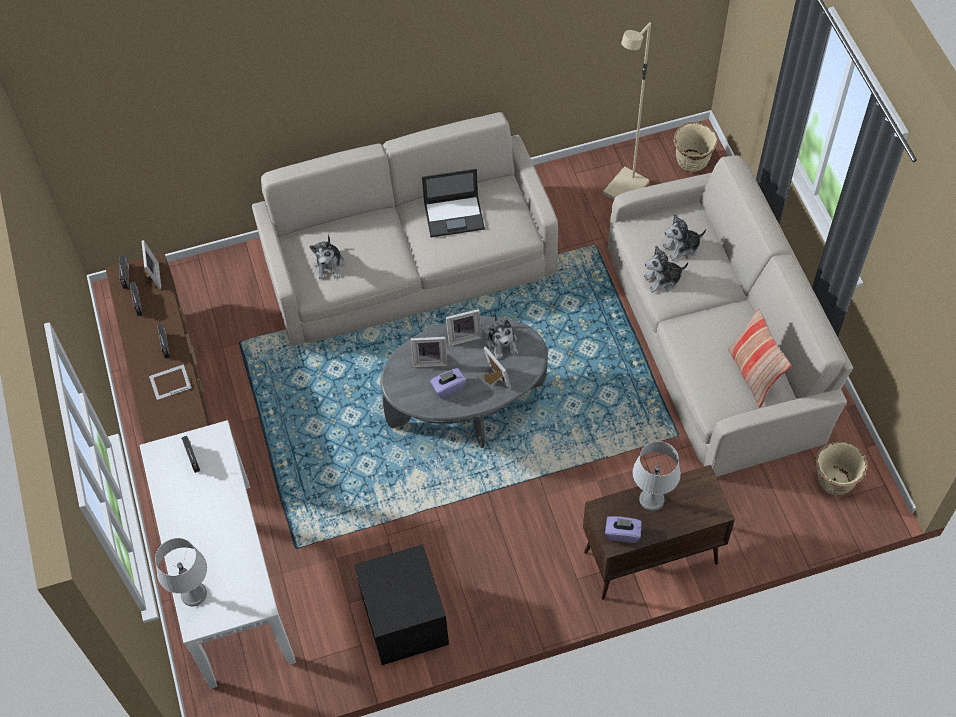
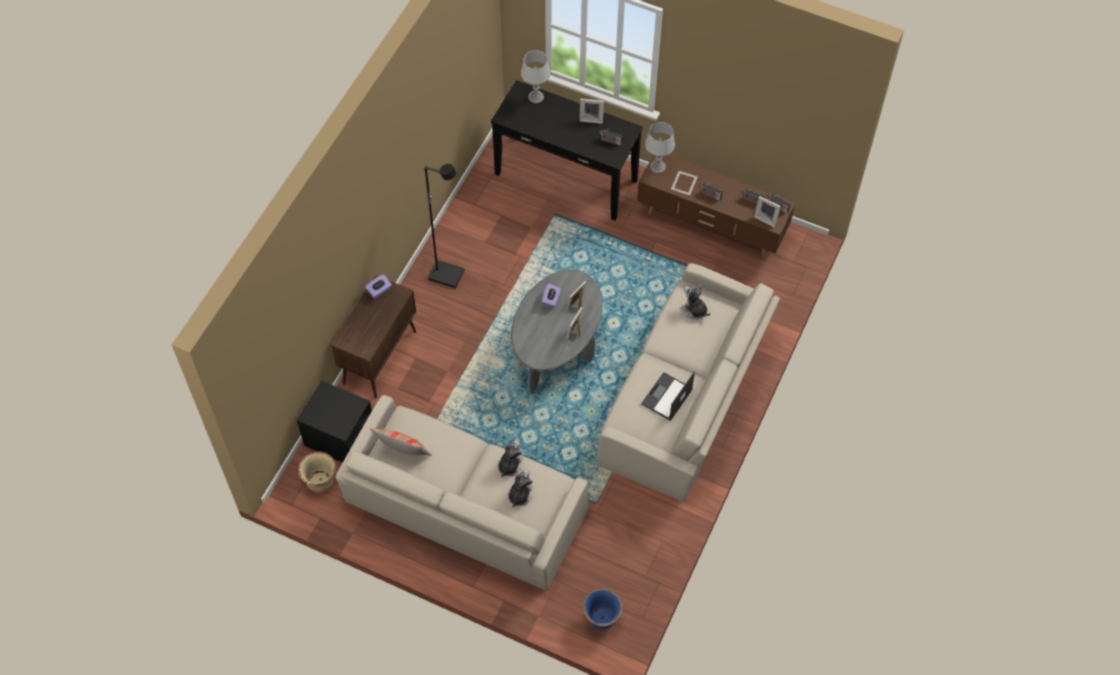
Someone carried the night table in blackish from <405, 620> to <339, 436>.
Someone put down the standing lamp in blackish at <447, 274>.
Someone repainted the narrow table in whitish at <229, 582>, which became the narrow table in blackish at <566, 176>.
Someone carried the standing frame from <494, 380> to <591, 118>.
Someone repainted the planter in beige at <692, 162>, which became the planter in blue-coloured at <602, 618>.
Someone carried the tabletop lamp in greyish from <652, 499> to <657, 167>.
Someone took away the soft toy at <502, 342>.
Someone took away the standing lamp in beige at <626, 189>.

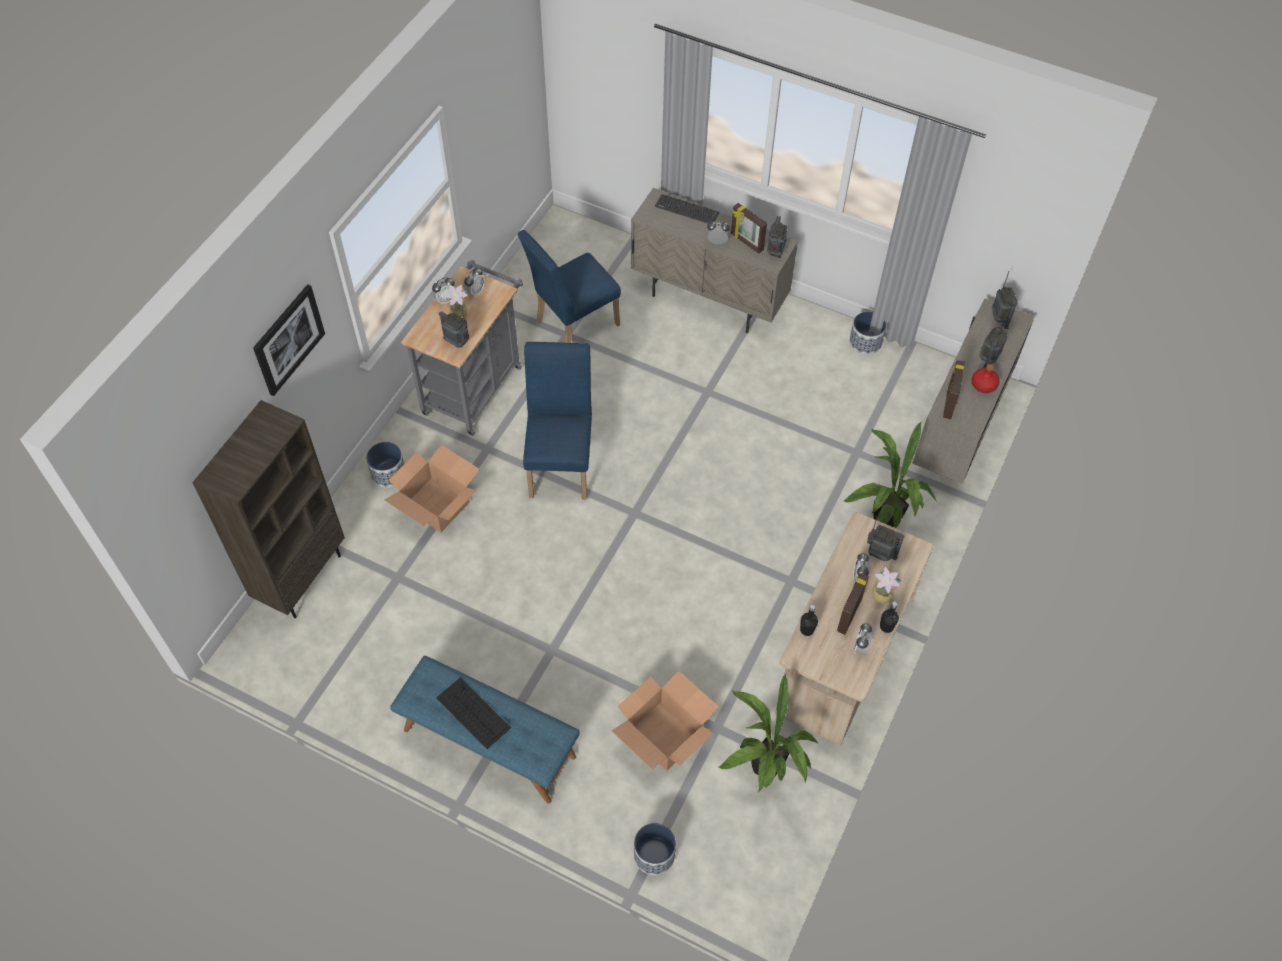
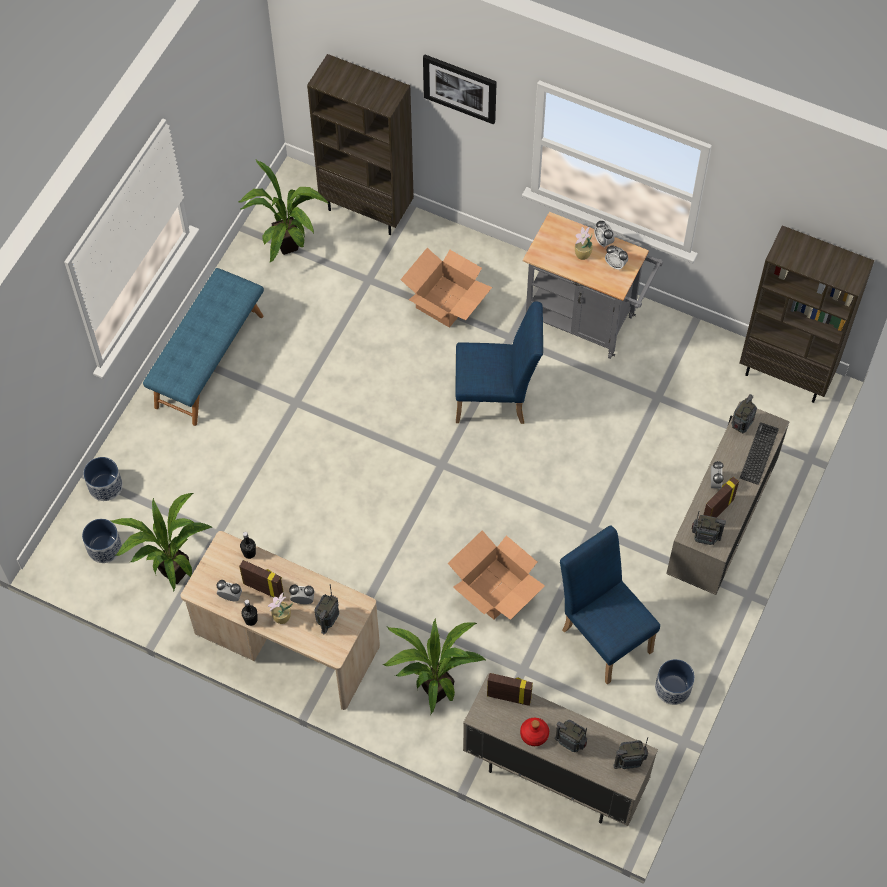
Someone carried the planter from <388, 473> to <104, 547>.
Someone put down the houseplant at <289, 250>.
Someone carried the carton from <664, 734> to <495, 589>.
Someone carried the upright chair in blue-coloured from <572, 325> to <603, 634>.
Someone carried the radio from <457, 342> to <741, 426>.
Someone put down the bookshelf in brown-coloured at <786, 374>.
Someone took away the keyboard at <472, 712>.

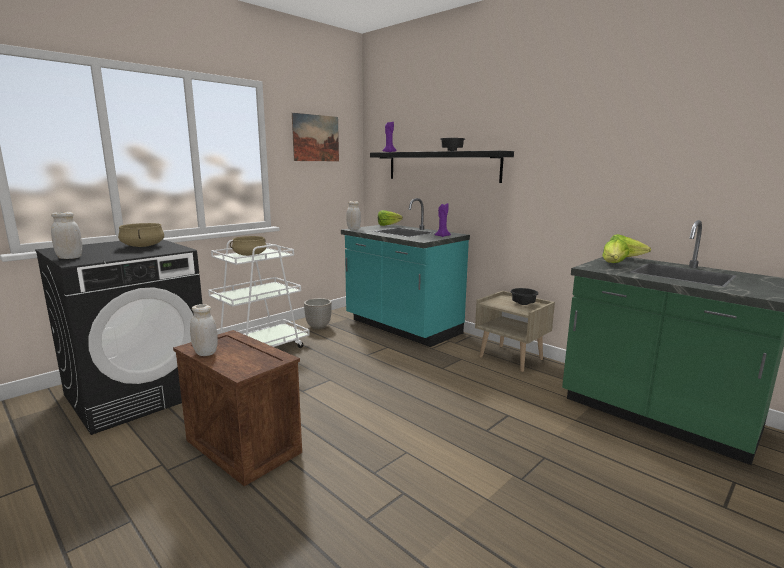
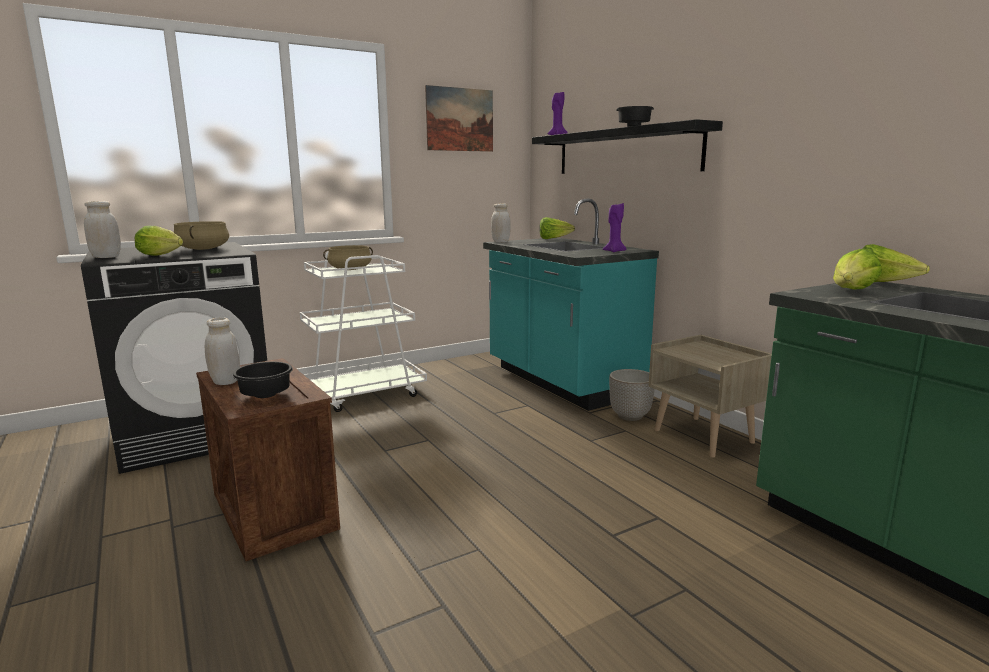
Someone put down the lettuce head at <162, 255>.
Someone carried the bowl in blackish from <524, 304> to <266, 396>.
Someone carried the planter from <318, 326> to <629, 416>.

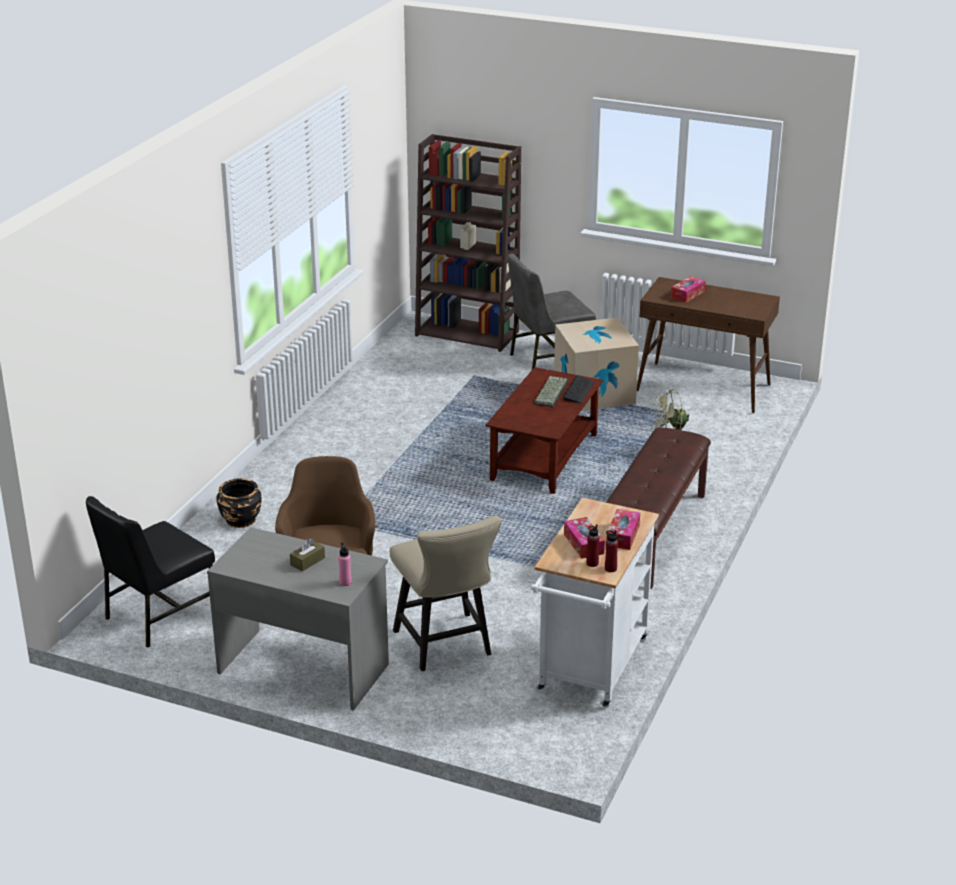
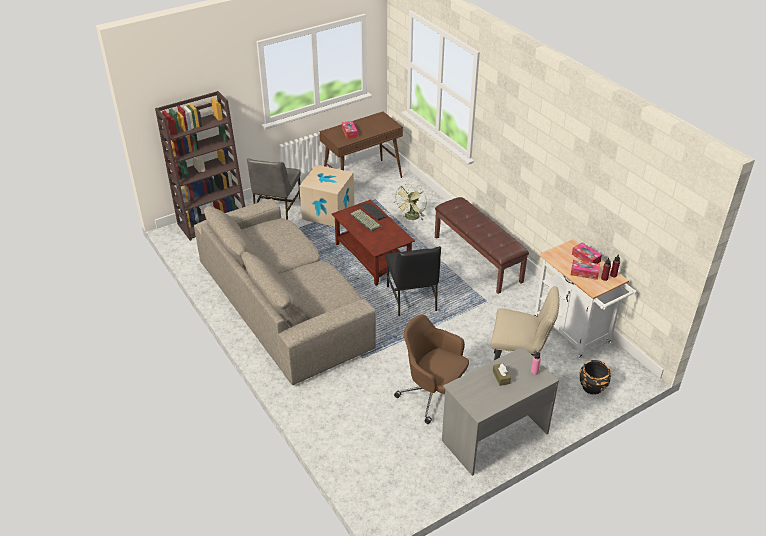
Someone put down the sofa in beige at <285, 304>.
Someone carried the upright chair in blackish from <158, 615> to <412, 299>.
Someone carried the planter in blackish from <240, 519> to <592, 387>.

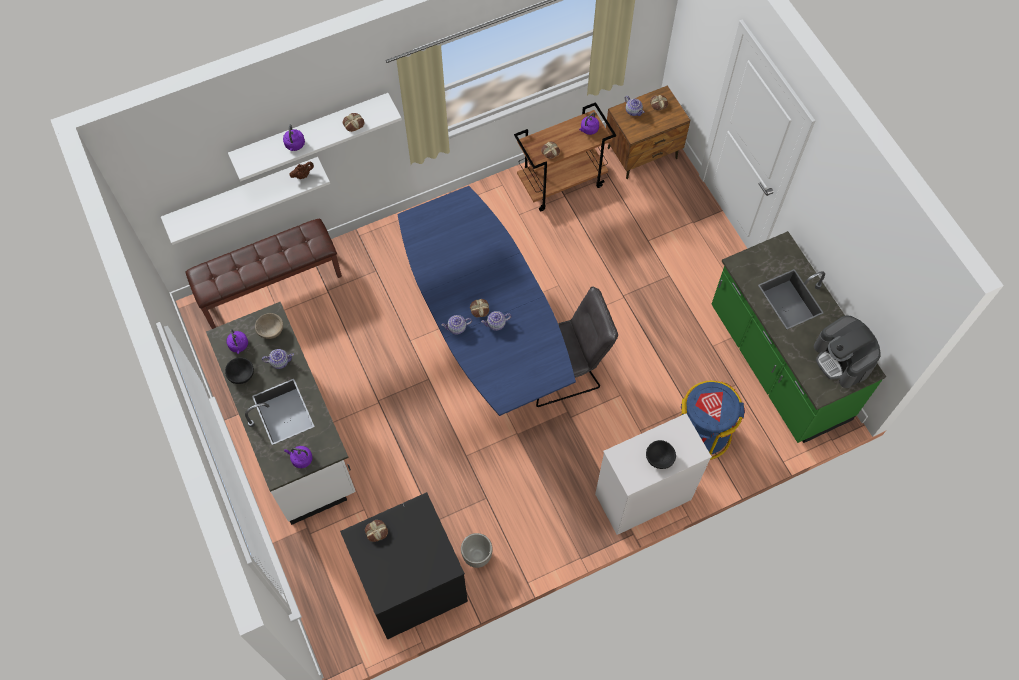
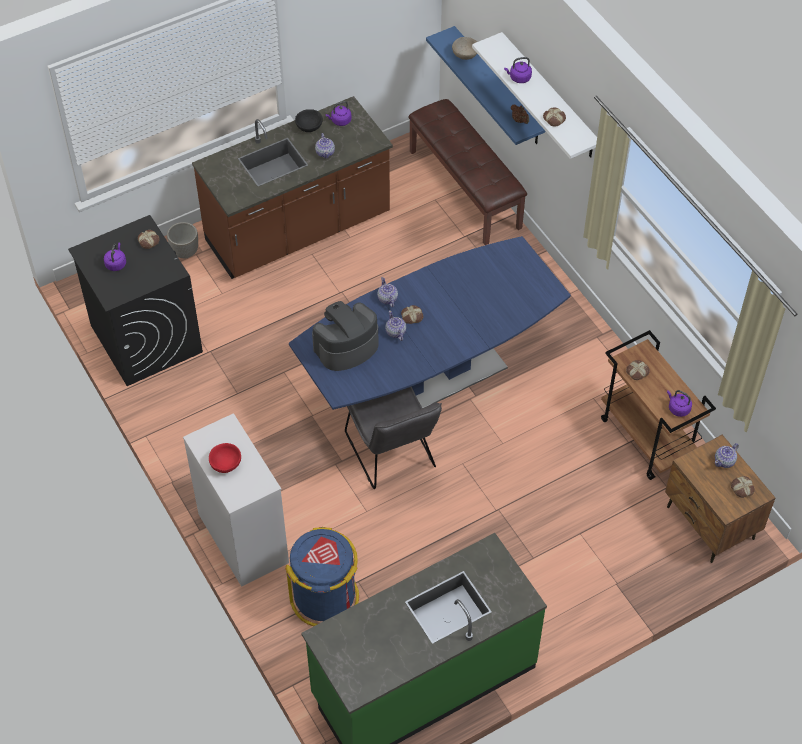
Someone carried the water kettle in purplish from <301, 459> to <116, 263>.
Someone carried the planter from <477, 556> to <185, 252>.
Someone repainted the counter in whitish at <295, 435>, which became the counter in brown-coloured at <298, 230>.
Someone repainted the bowl in blackish at <659, 458>, which became the bowl in red at <225, 463>.
Someone carried the coffee machine from <842, 360> to <346, 347>.
Someone repainted the shelf in whitish at <243, 194>, which became the shelf in blue-coloured at <498, 87>.
Someone carried the bowl in beige from <271, 330> to <465, 55>.

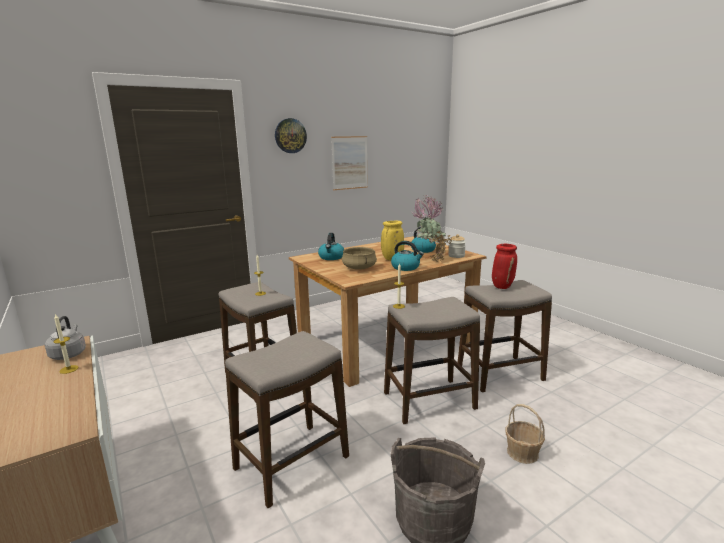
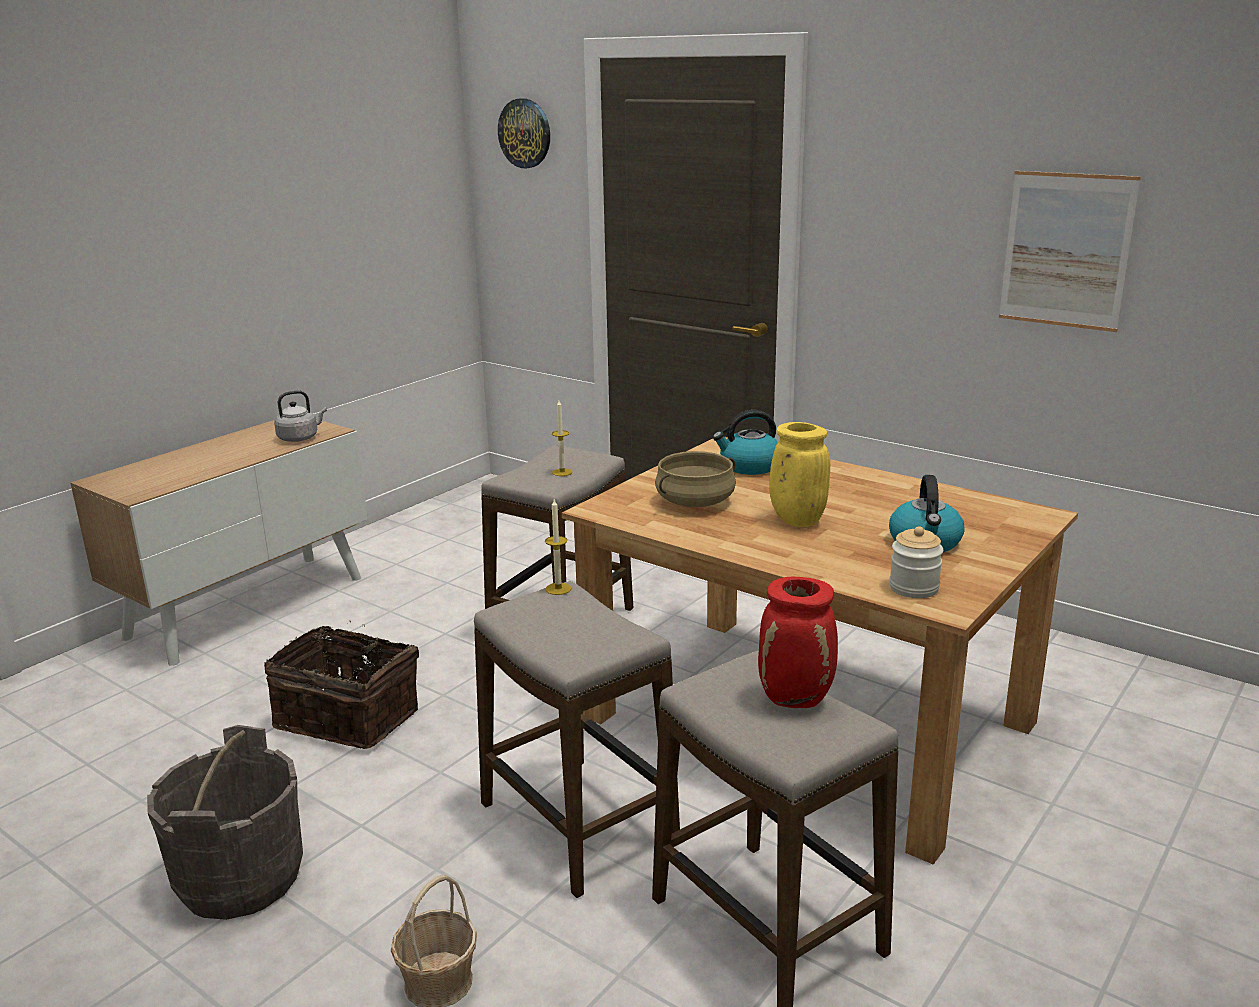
Someone swapped the sitting stool at <291, 463> for the household basket at <350, 716>.
Someone carried the hanging clock from <290, 136> to <525, 133>.
Someone took away the wax candle at <69, 369>.
Someone took away the water kettle at <406, 267>.
Someone took away the houseplant at <430, 259>.

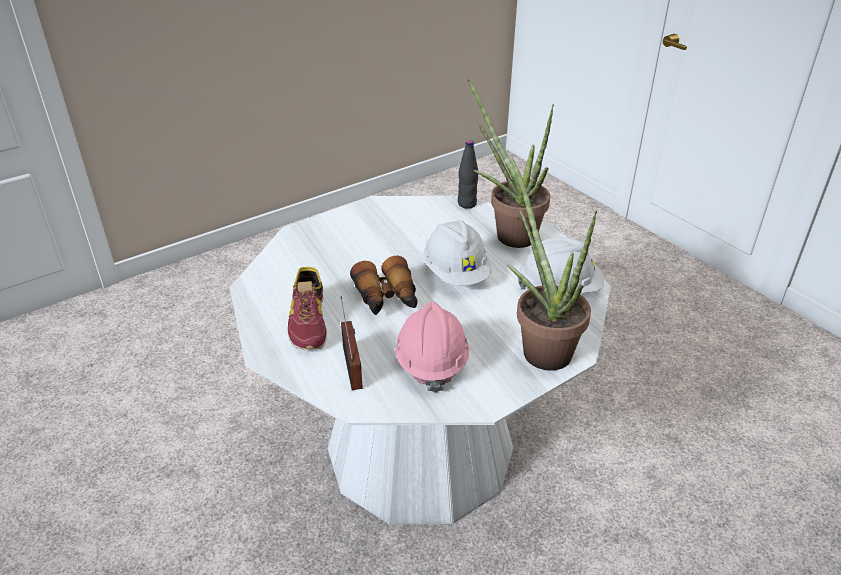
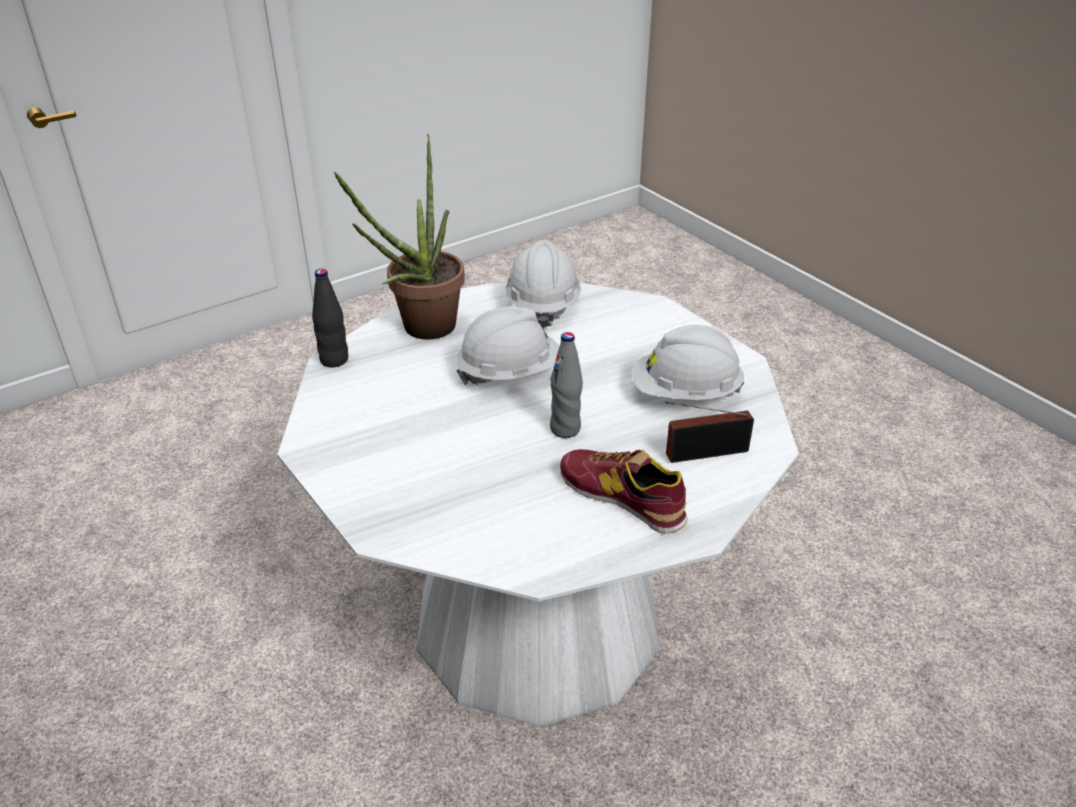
Someone swapped the field glasses at <387, 298> for the bottle in greyish at <565, 429>.
Someone rotated the item of footwear at <309, 322> by 135 degrees counterclockwise.
Someone repainted the work helmet in pink-coloured at <431, 362>, which became the work helmet in whitish at <685, 394>.
Someone took away the houseplant at <540, 347>.

